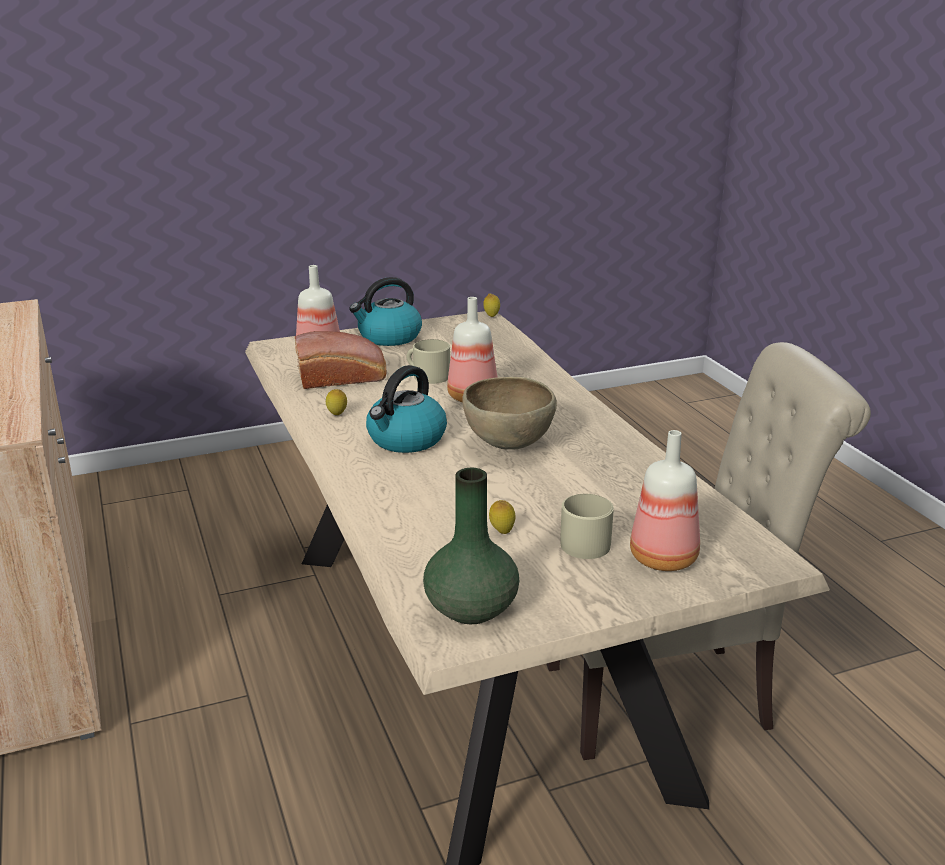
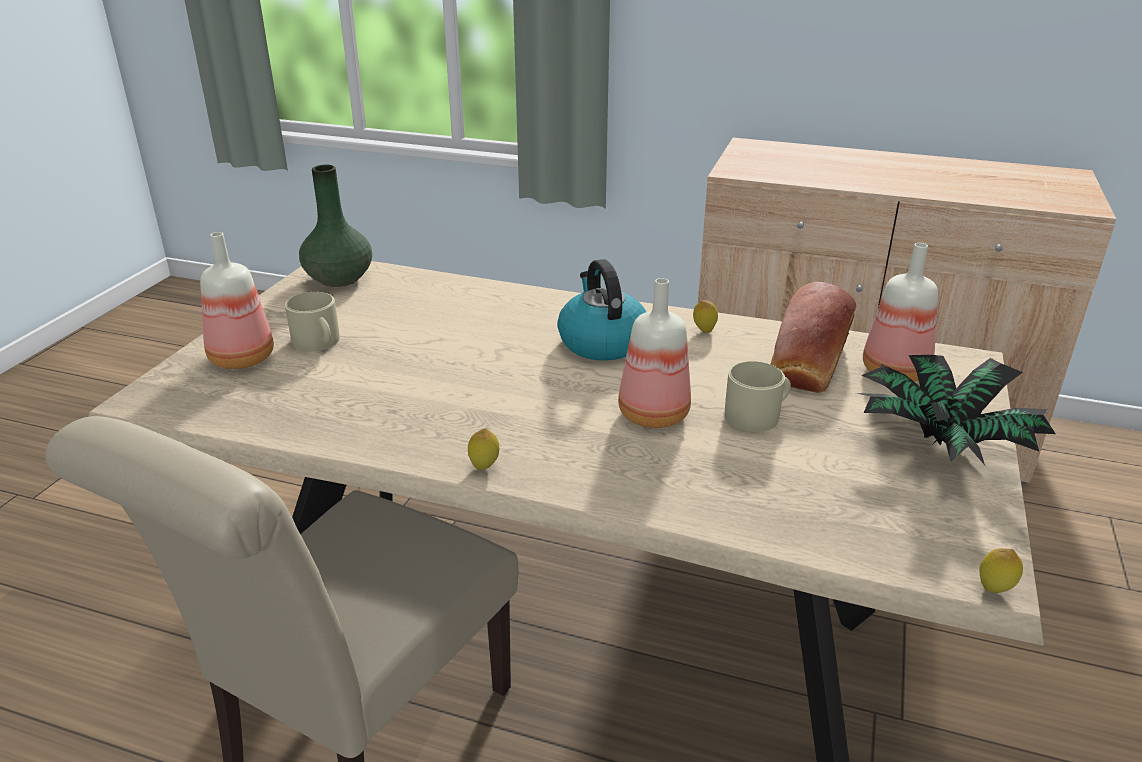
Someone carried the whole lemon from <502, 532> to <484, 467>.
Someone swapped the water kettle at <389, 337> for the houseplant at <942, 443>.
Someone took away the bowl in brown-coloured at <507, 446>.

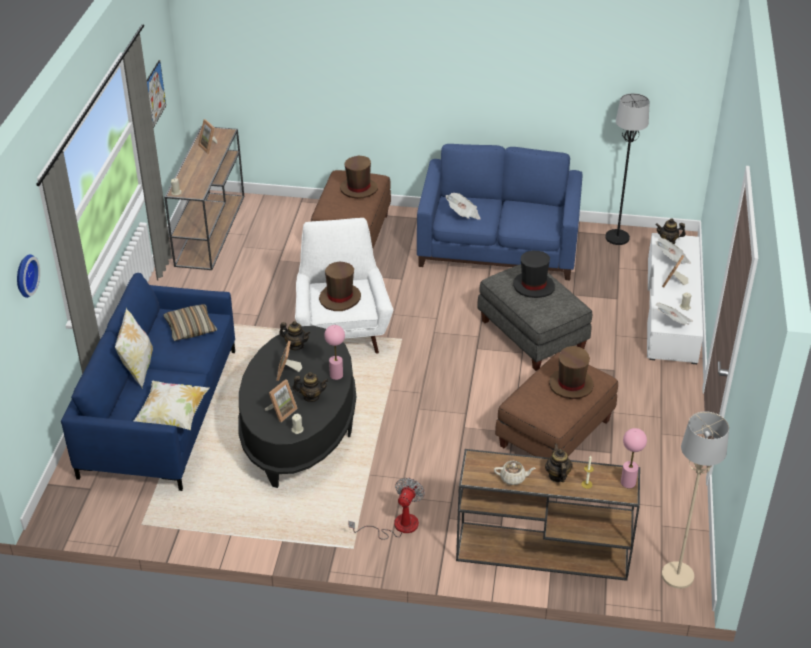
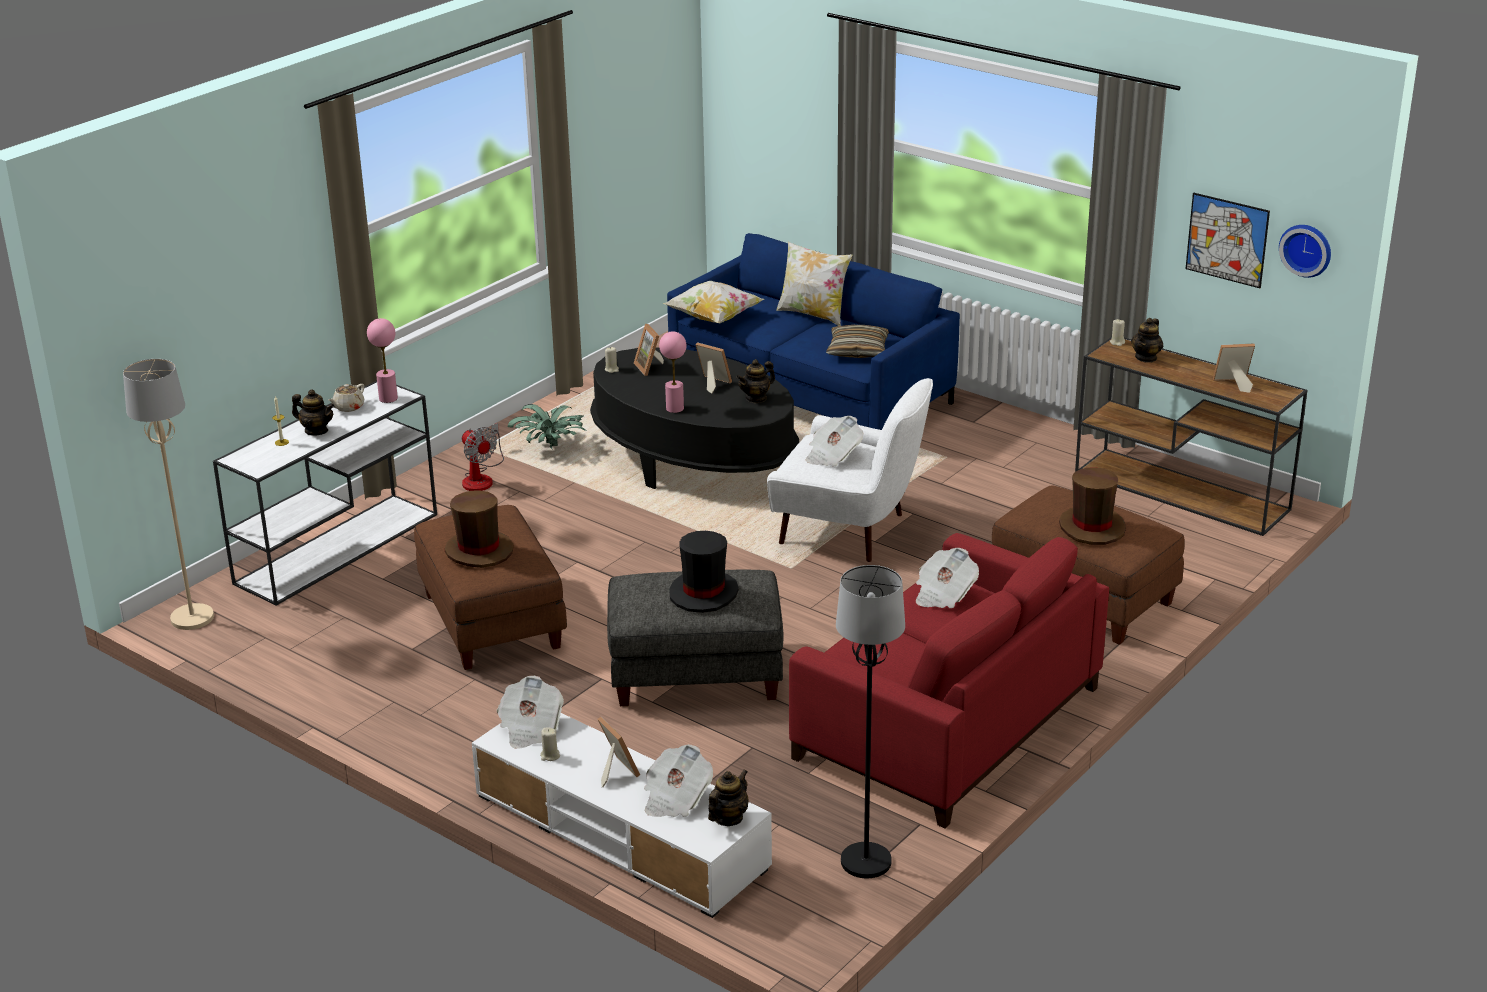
Someone repainted the narrow table in brown-coloured at <540, 551>, which became the narrow table in whitish at <338, 547>.
Someone carried the tabletop lamp in pink-coloured from <628, 482> to <388, 398>.
Someone put down the houseplant at <551, 448>.
Someone repainted the sofa in blue-coloured at <498, 246>, which became the sofa in red at <946, 722>.
Someone swapped the hat in brown-coloured at <340, 298> for the newspaper at <832, 455>.
Someone carried the teapot from <311, 397> to <1146, 357>.
Someone carried the hanging clock from <24, 275> to <1306, 249>.

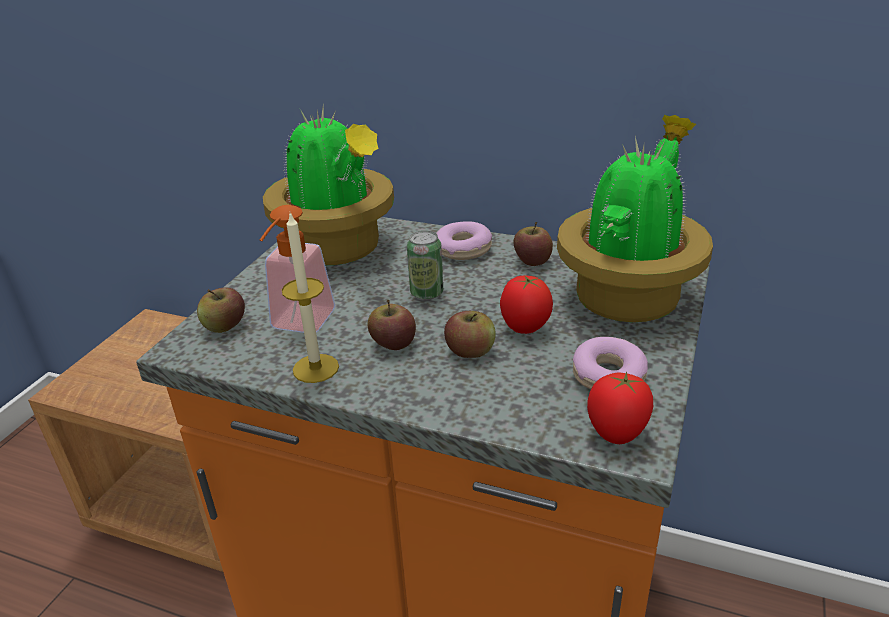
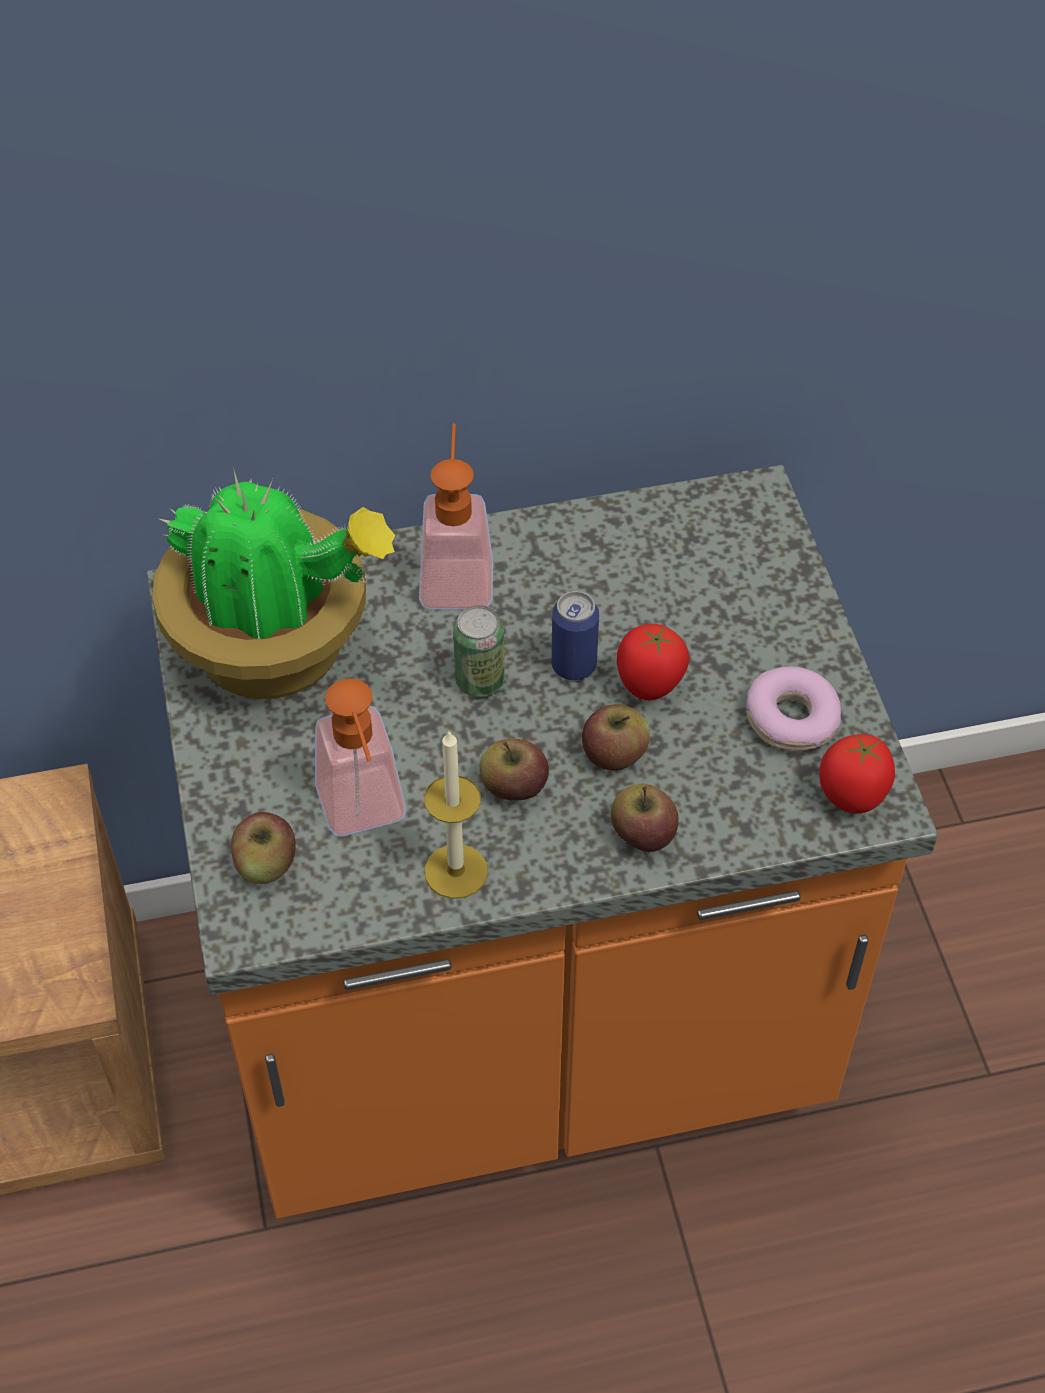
Someone swapped the ring doughnut at <463, 249> for the liquid soap bottle at <457, 573>.
Someone put down the metal can at <573, 666>.
Someone carried the apple fruit from <532, 261> to <642, 834>.
Someone took away the houseplant at <629, 296>.

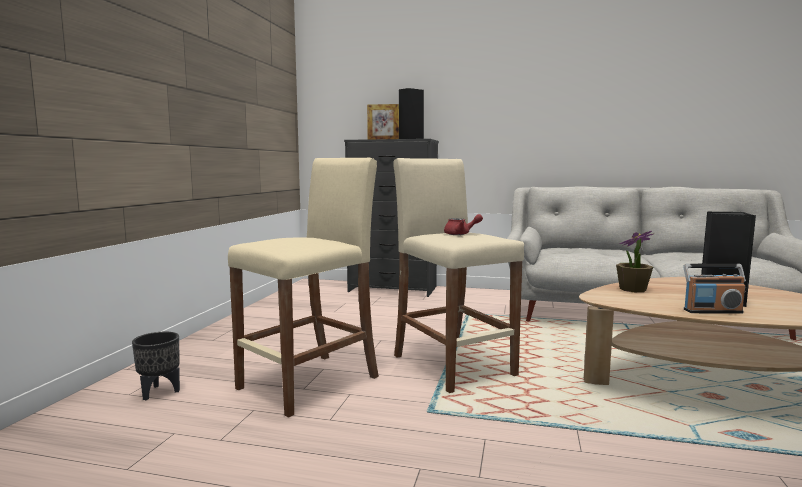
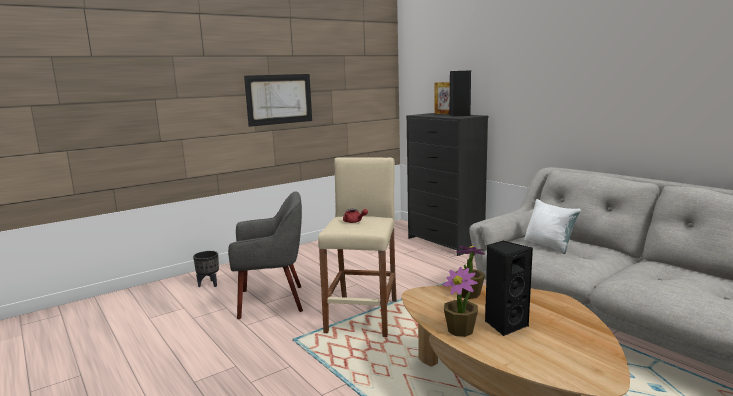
Someone swapped the sitting stool in beige at <310, 383> for the armchair in greyish at <272, 301>.
Someone put up the wall picture at <279, 99>.
Someone swapped the radio at <712, 311> for the houseplant at <460, 330>.
Someone put down the cushion in whitish at <549, 246>.

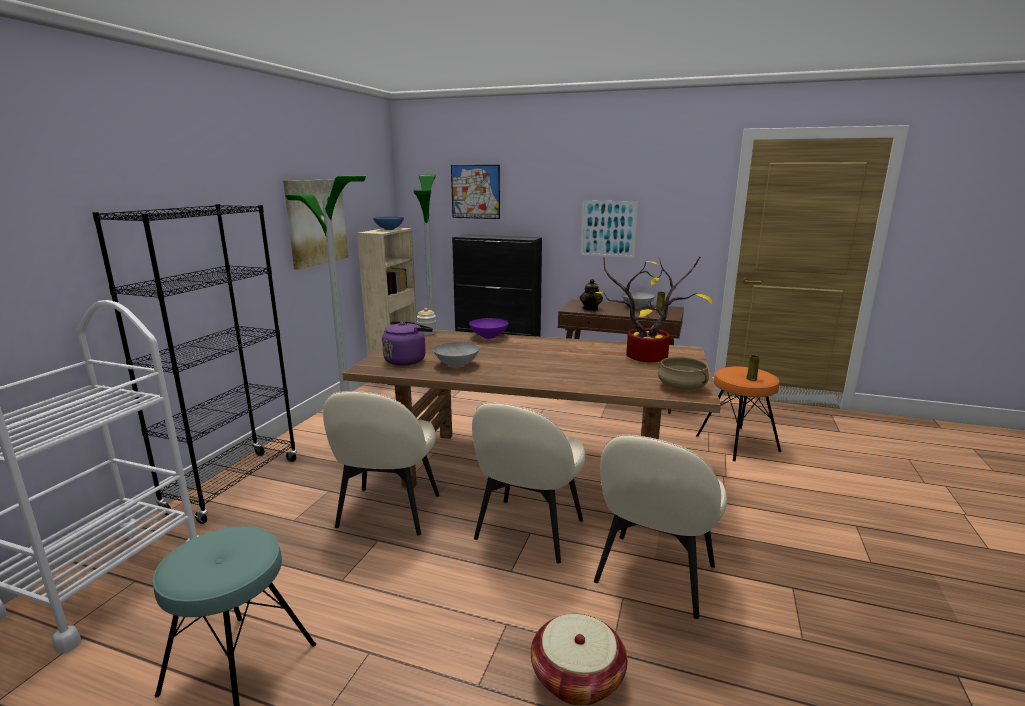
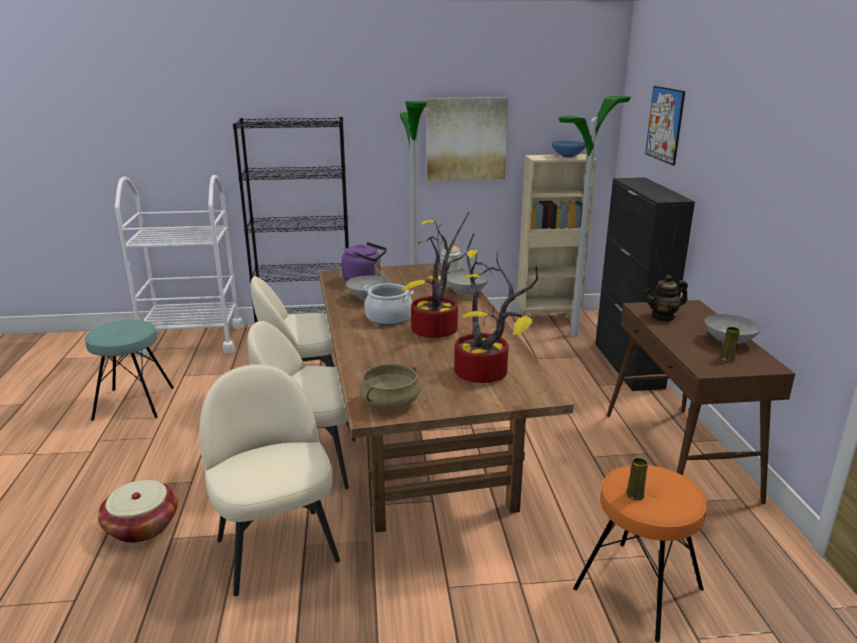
Someone rotated the upright chair in beige at <654, 576> by 60 degrees clockwise.
Someone put down the cooking pot at <389, 318>.
Someone put down the houseplant at <436, 332>.
Someone repainted the bowl in purplish at <489, 337>, which became the bowl in greyish at <467, 293>.
Someone took away the wall picture at <608, 228>.

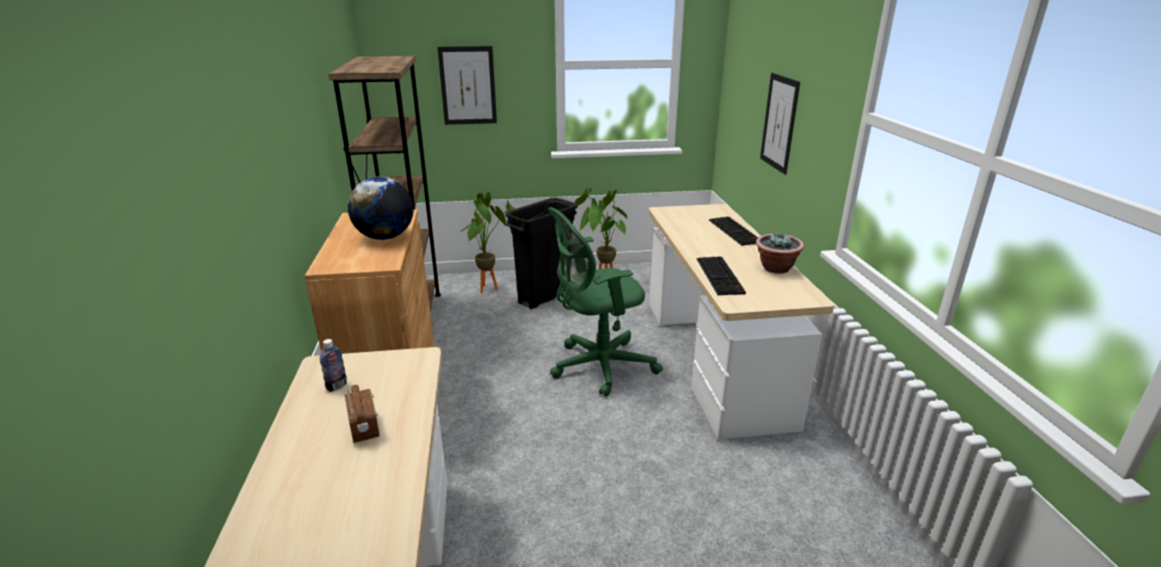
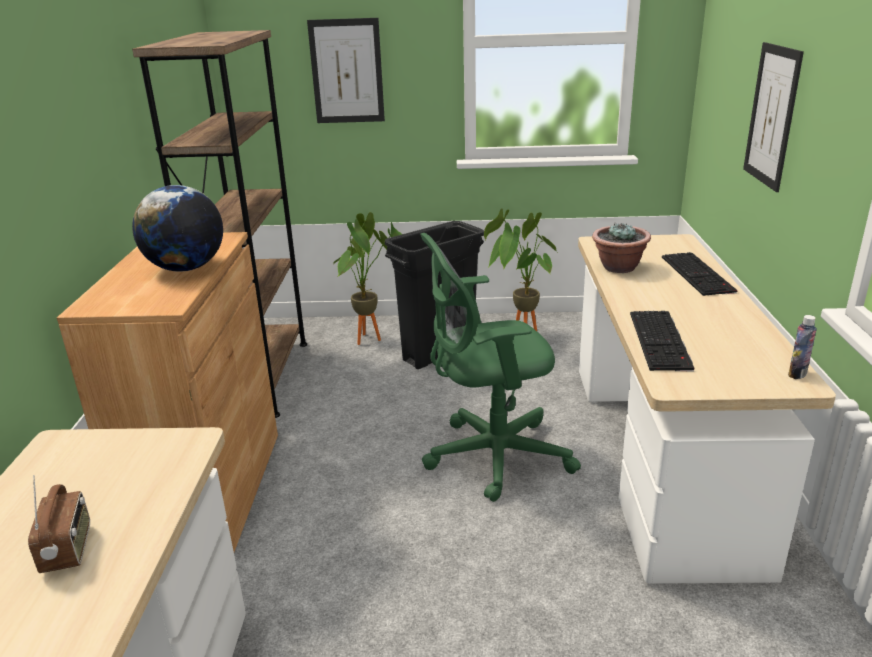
Someone carried the houseplant from <776, 268> to <618, 268>.
Someone carried the bottle from <337, 386> to <797, 374>.

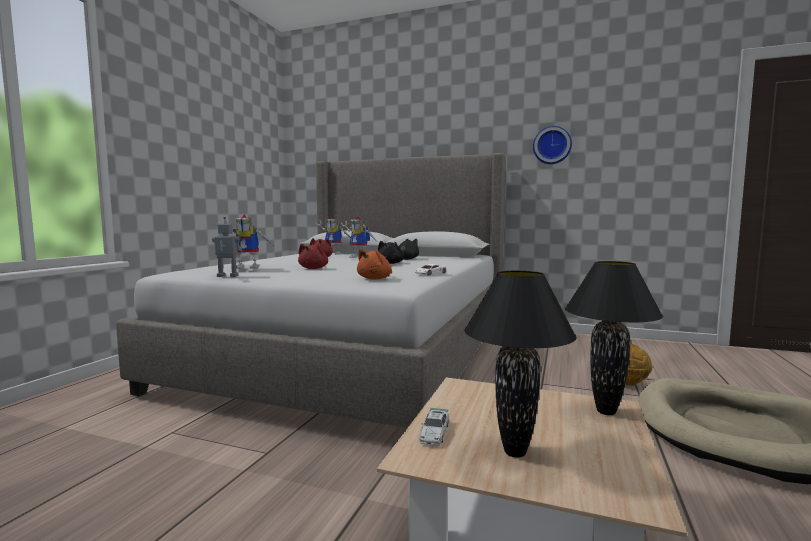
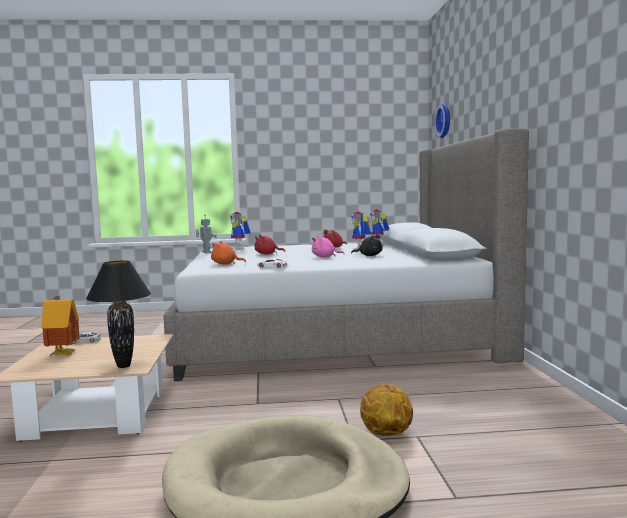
Someone swapped the tabletop lamp in blackish at <513, 452> for the miniature house at <63, 354>.
Someone repainted the soft toy in blackish at <391, 263>, which became the soft toy in pink-coloured at <325, 257>.
Someone carried the hanging clock from <552, 145> to <445, 120>.

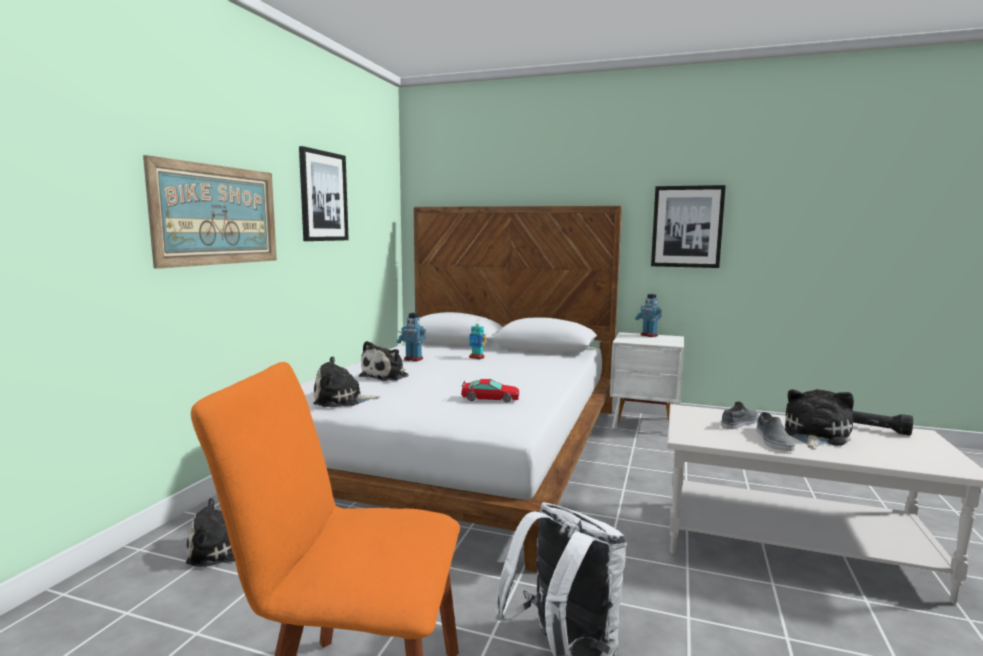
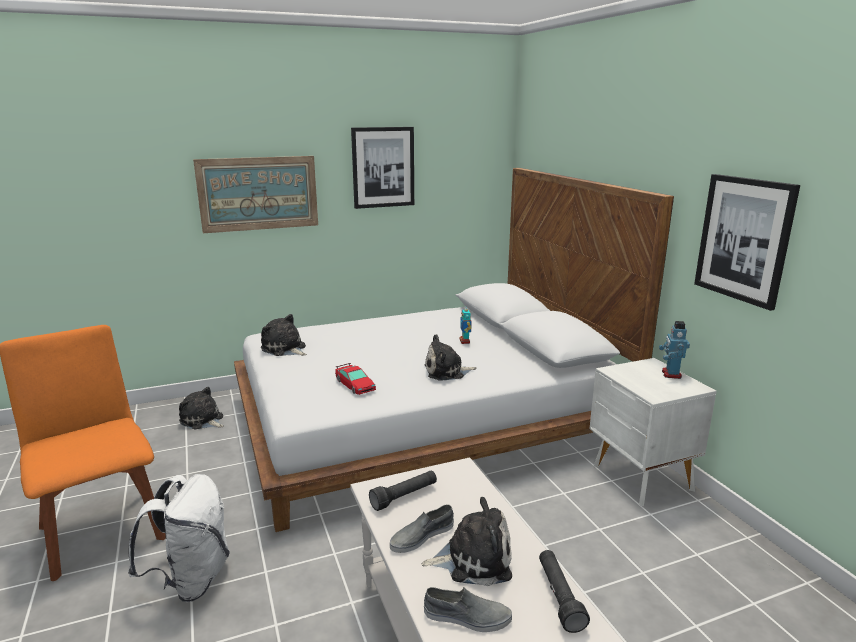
Someone put down the flashlight in blackish at <404, 497>.
Someone carried the item of footwear in greyish from <740, 422> to <467, 617>.
Someone carried the soft toy from <386, 376> to <447, 372>.
Someone took away the model robot at <413, 359>.

